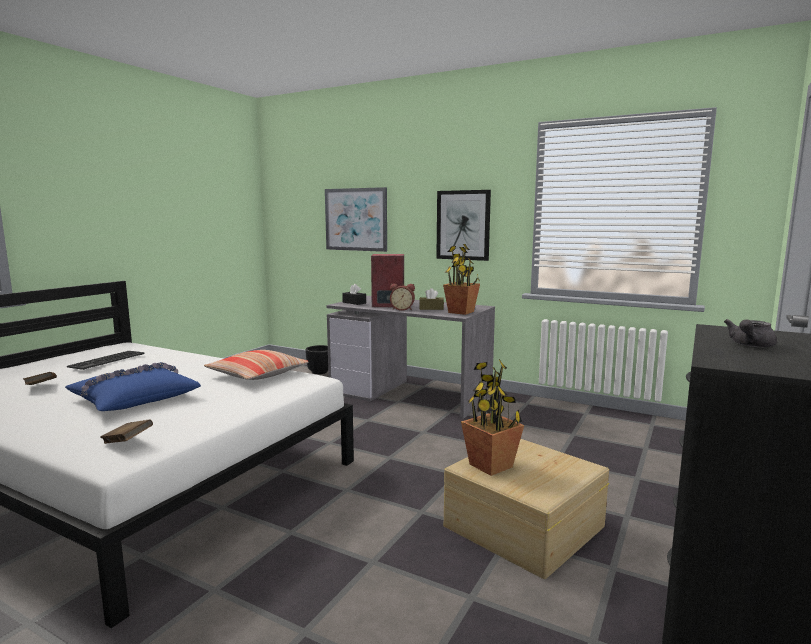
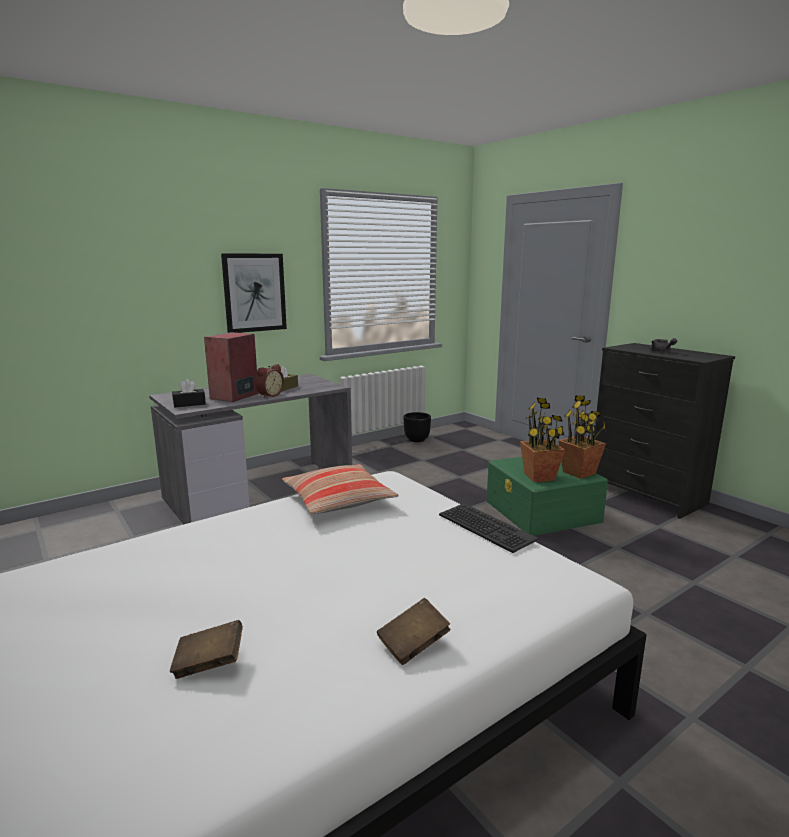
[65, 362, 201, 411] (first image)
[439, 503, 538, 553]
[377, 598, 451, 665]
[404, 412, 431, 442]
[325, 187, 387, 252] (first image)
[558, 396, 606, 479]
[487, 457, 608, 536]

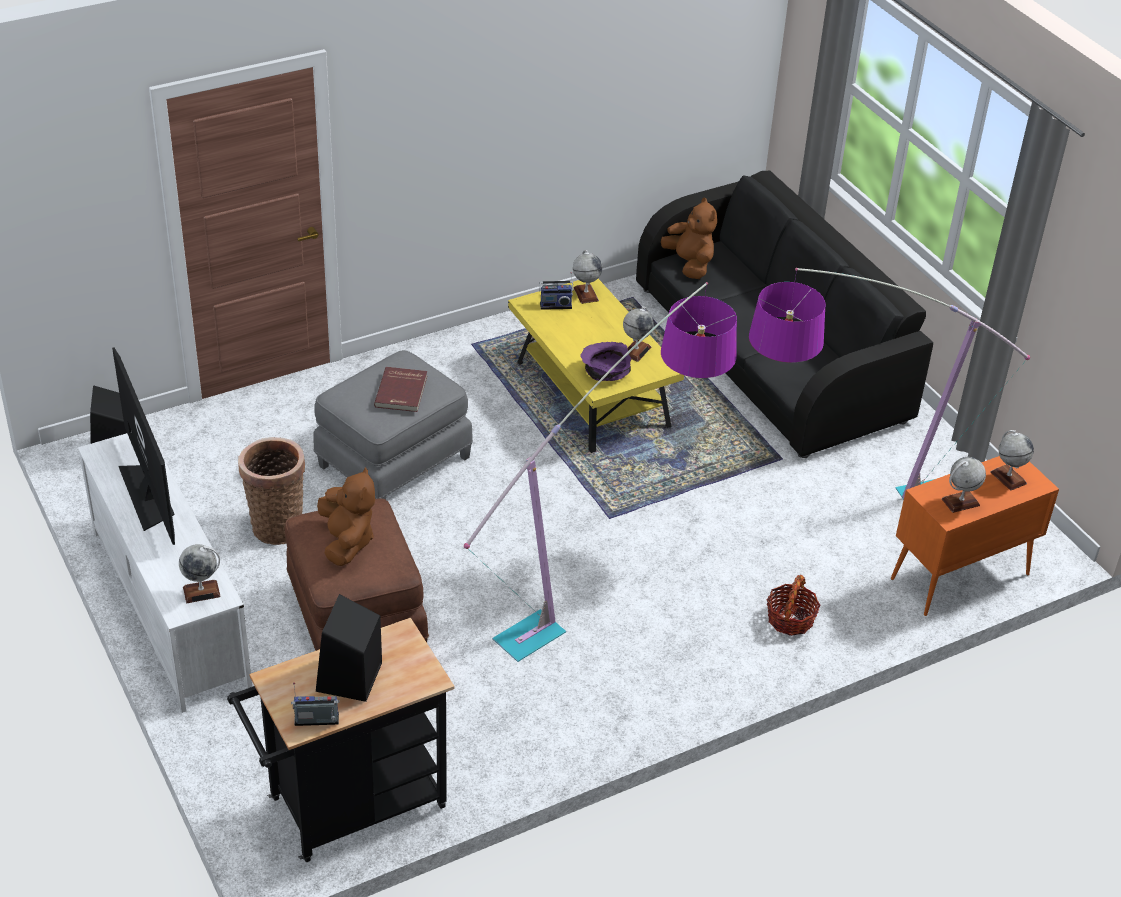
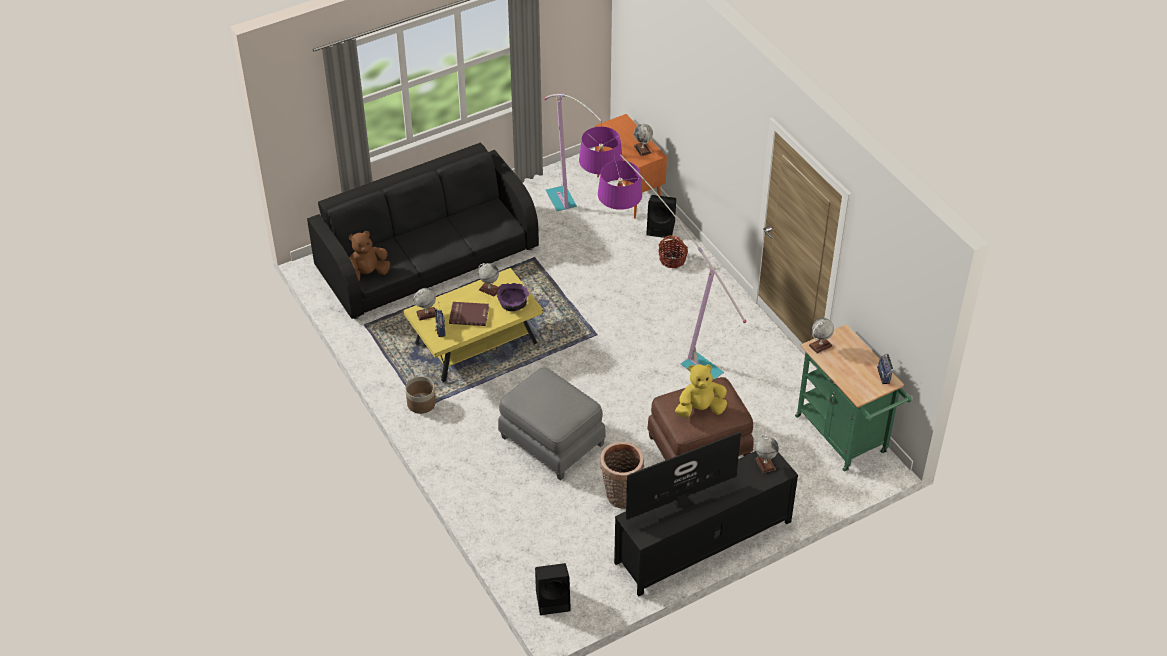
[614, 451, 798, 597]
[795, 324, 912, 472]
[646, 195, 676, 238]
[675, 364, 727, 417]
[449, 302, 489, 326]
[808, 318, 834, 354]
[405, 377, 436, 414]

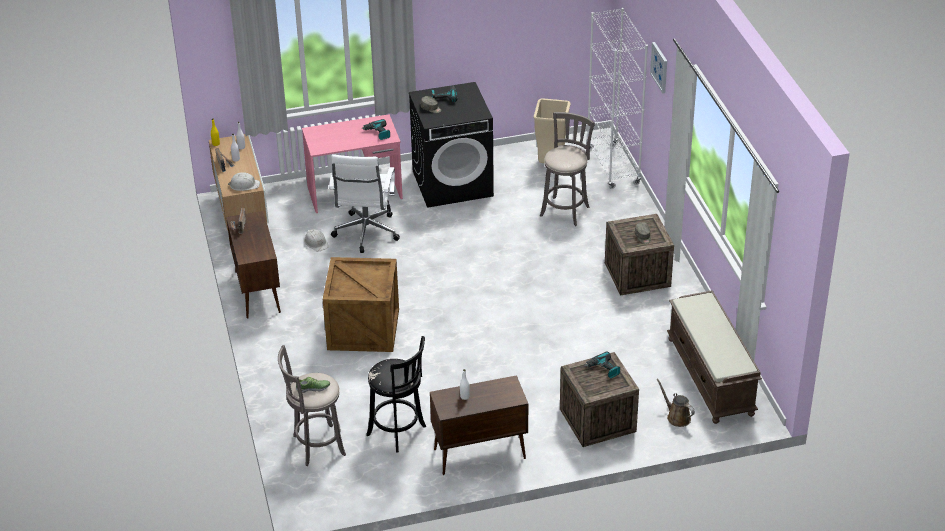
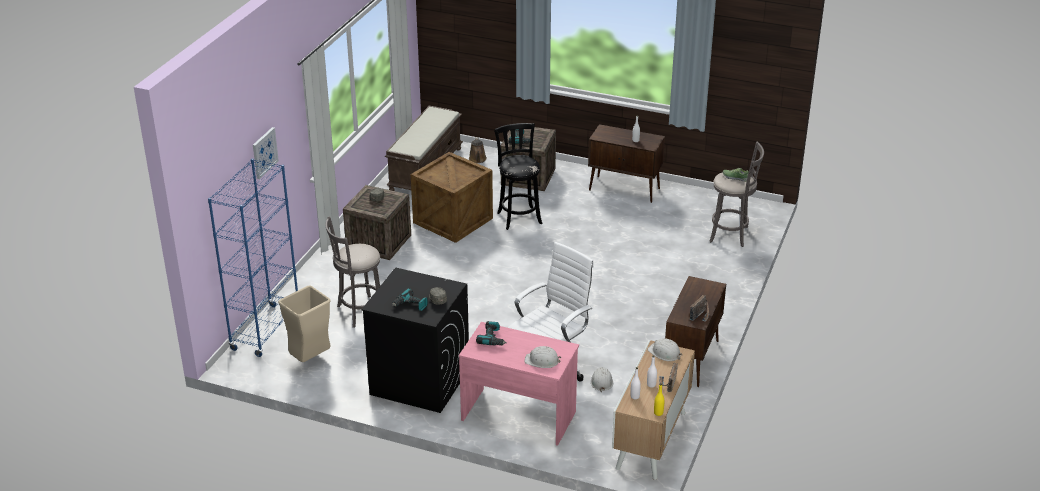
[411, 152, 493, 243]
[494, 123, 542, 230]
[208, 158, 298, 357]
[525, 346, 561, 368]

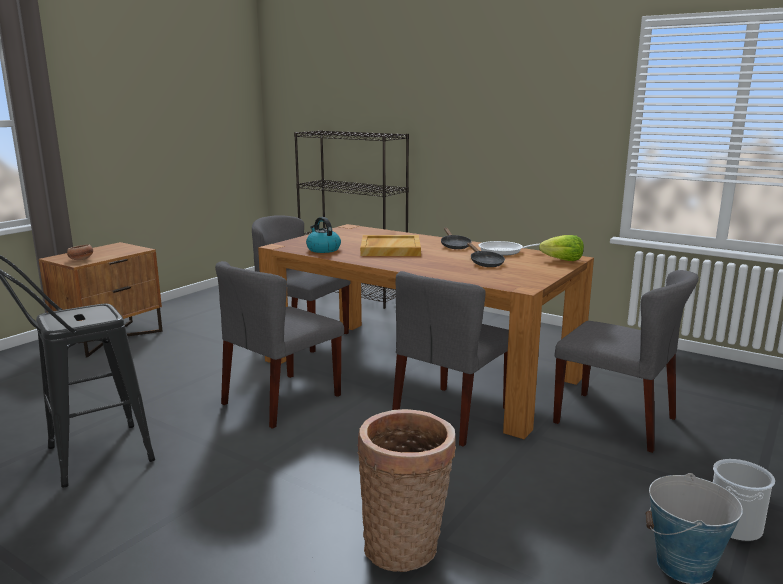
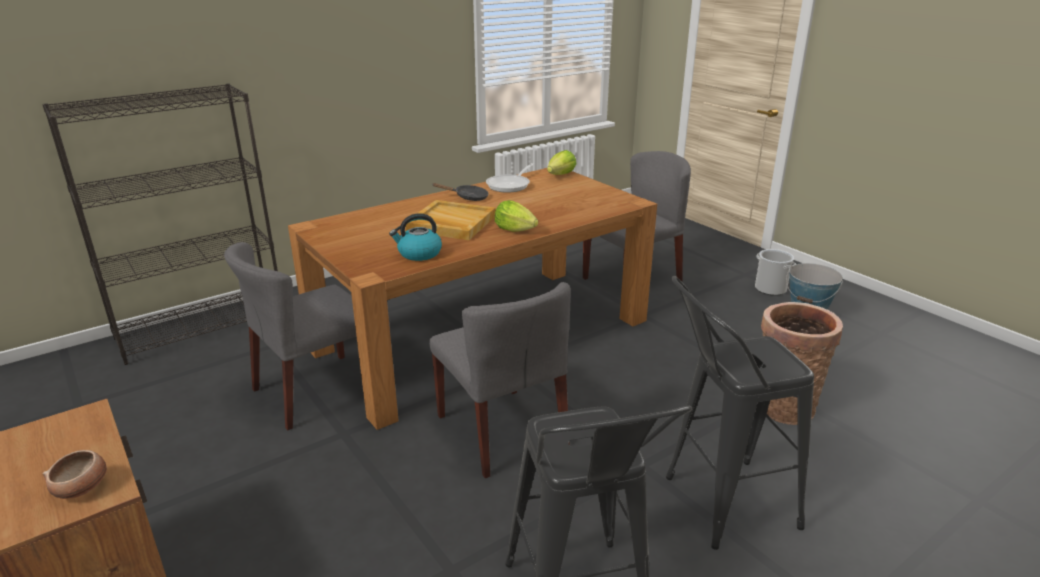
[392, 271, 509, 447] (first image)
[467, 242, 505, 267] (first image)
[495, 200, 538, 232]
[666, 276, 814, 550]

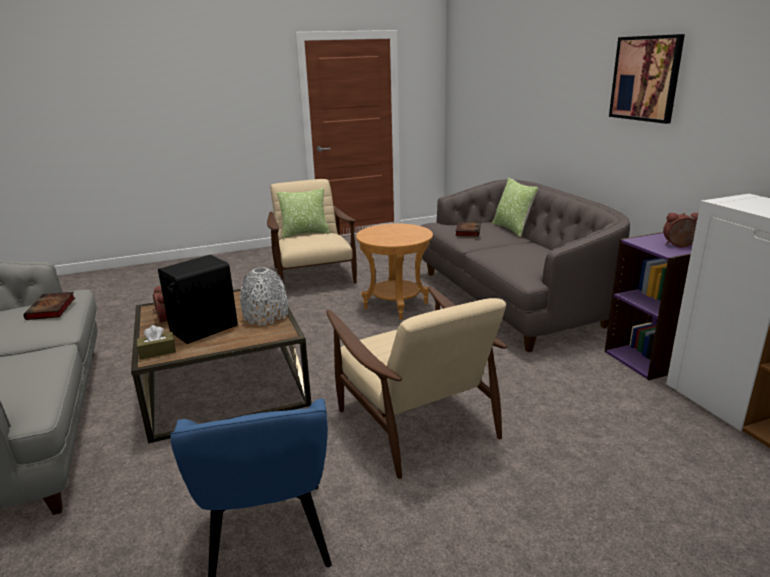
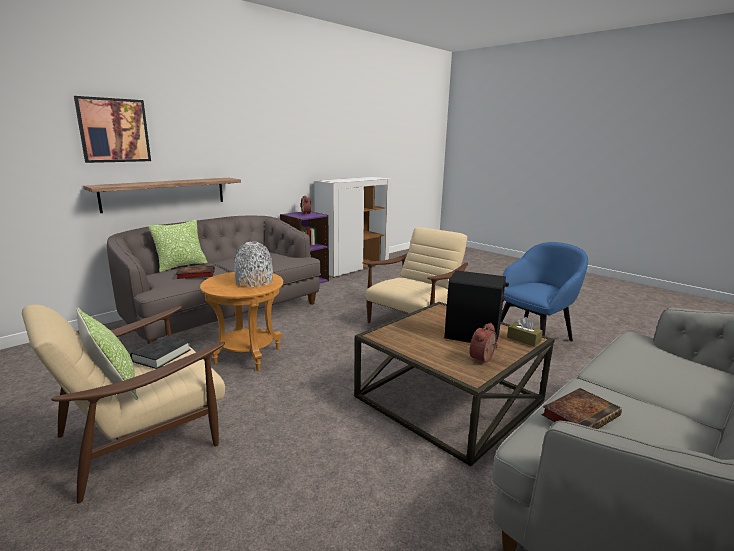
[234, 242, 273, 287]
[74, 96, 151, 163]
[83, 178, 241, 213]
[130, 335, 191, 369]

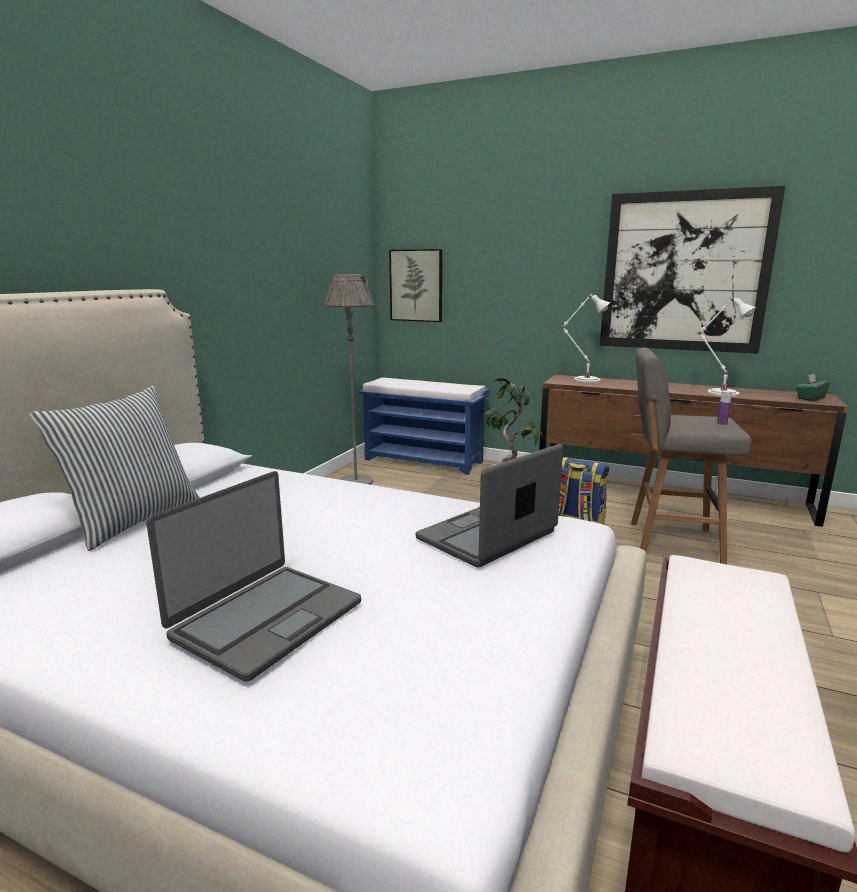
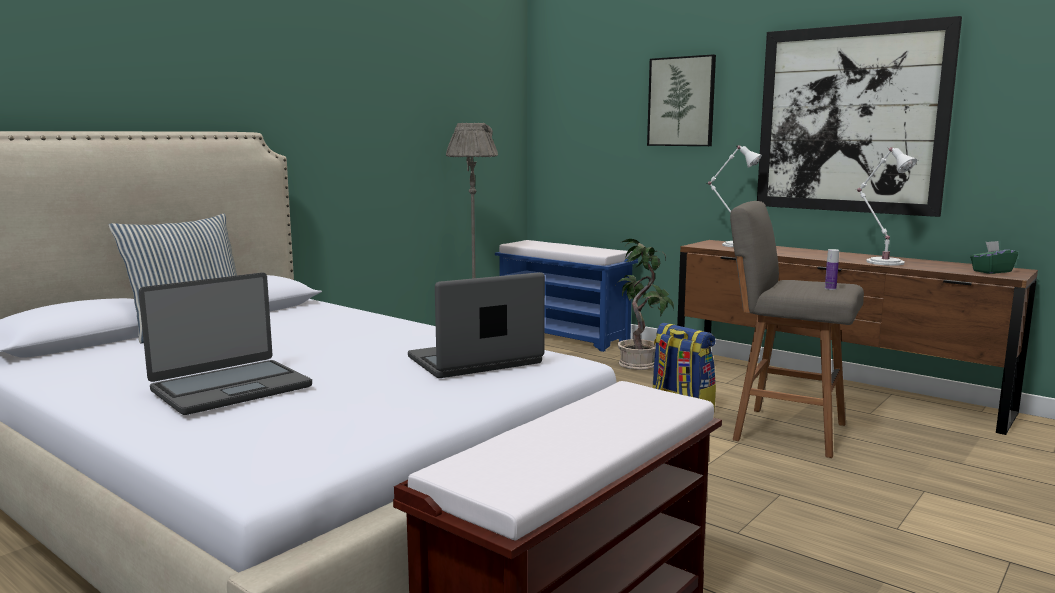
[647, 54, 716, 146]

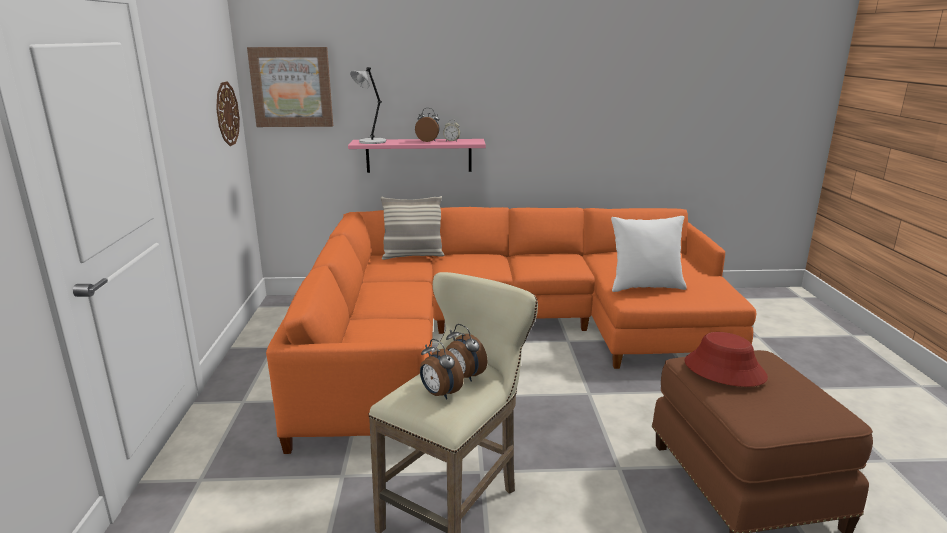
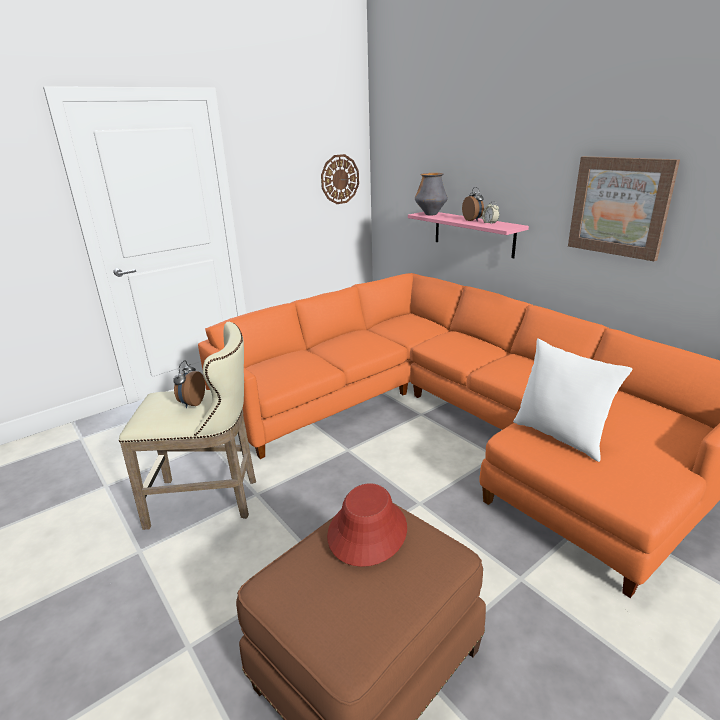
[568, 156, 680, 261]
[415, 173, 448, 215]
[381, 196, 445, 260] (first image)
[420, 339, 464, 400] (first image)

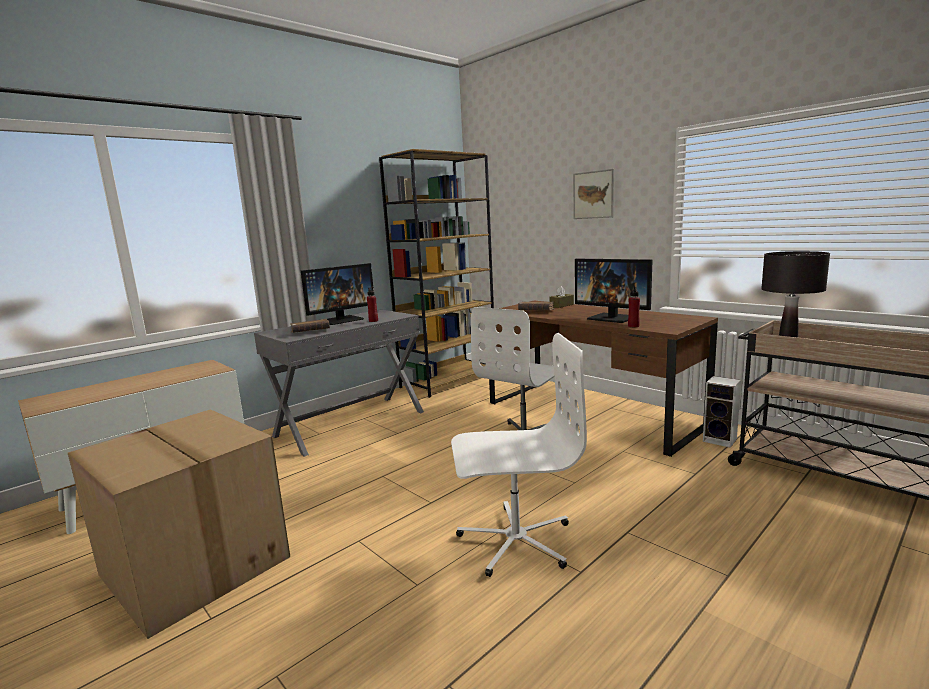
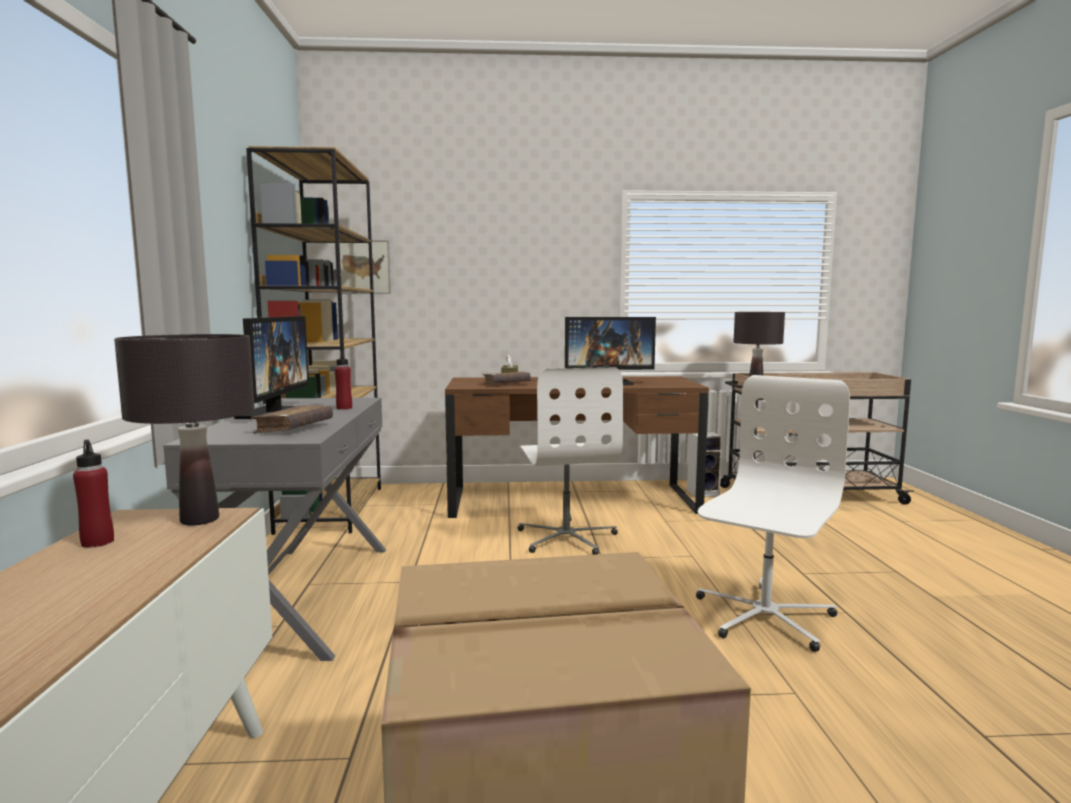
[335, 240, 391, 294]
[73, 440, 114, 548]
[114, 334, 255, 525]

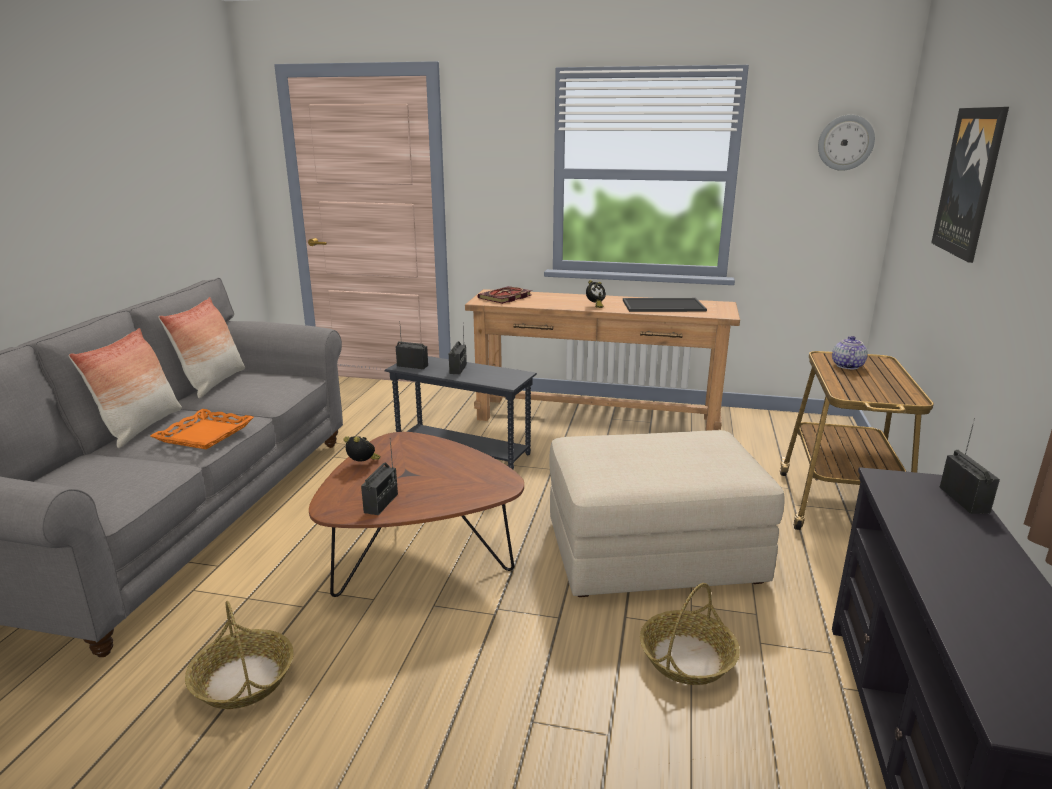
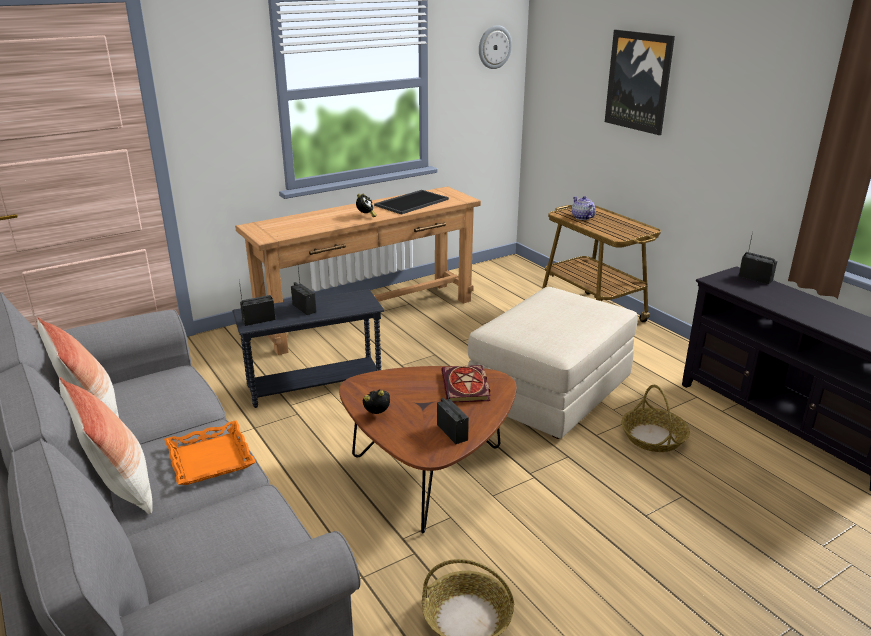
[441, 365, 491, 402]

